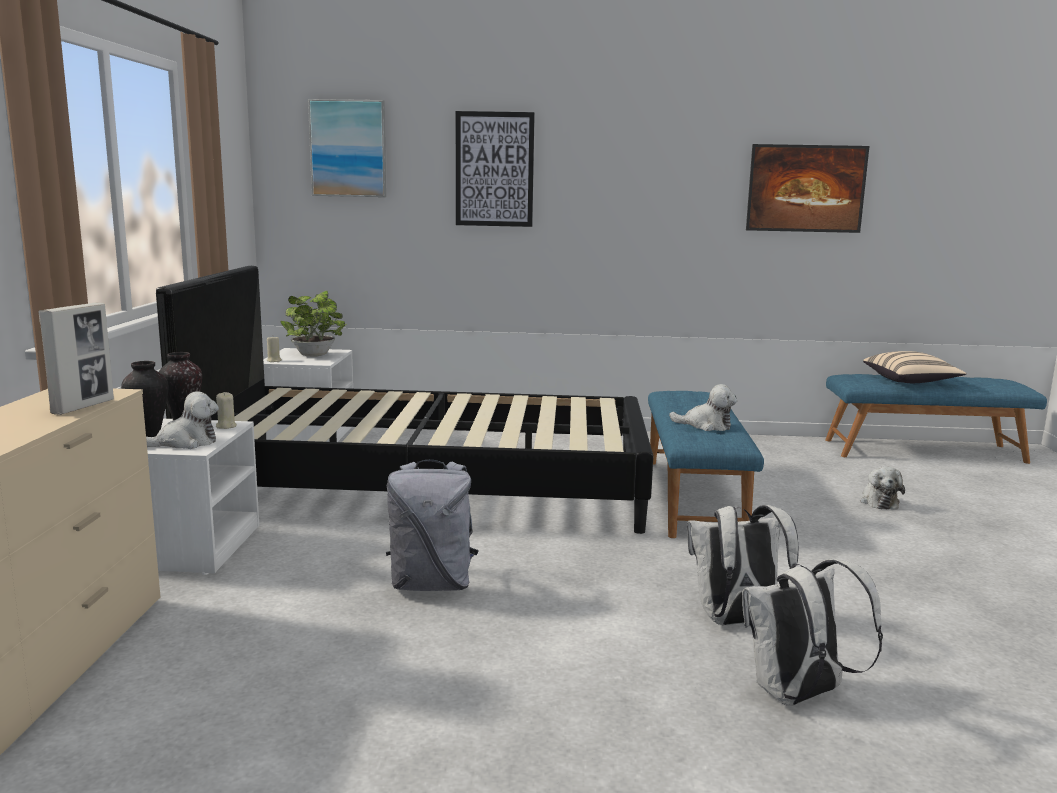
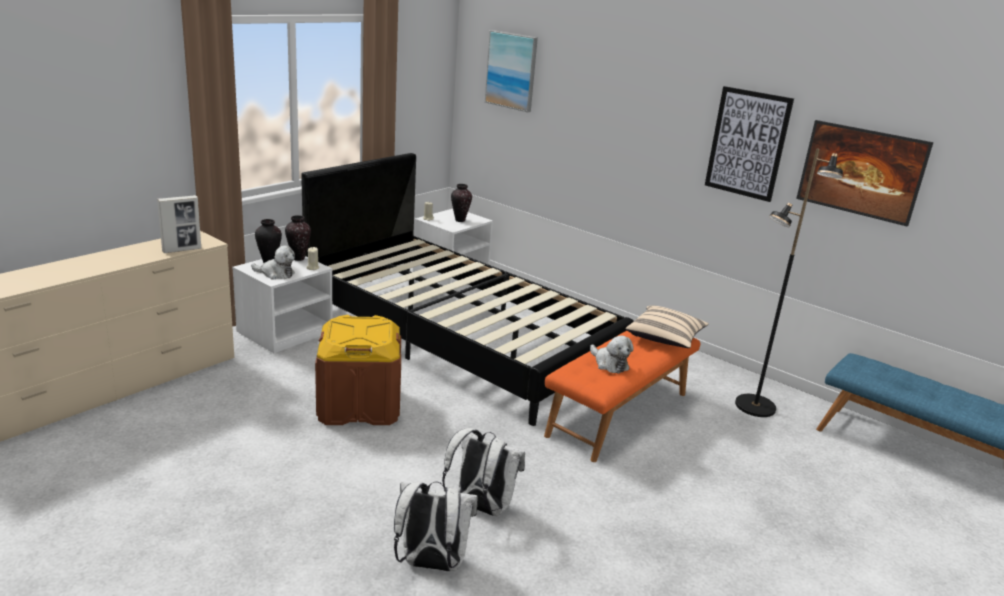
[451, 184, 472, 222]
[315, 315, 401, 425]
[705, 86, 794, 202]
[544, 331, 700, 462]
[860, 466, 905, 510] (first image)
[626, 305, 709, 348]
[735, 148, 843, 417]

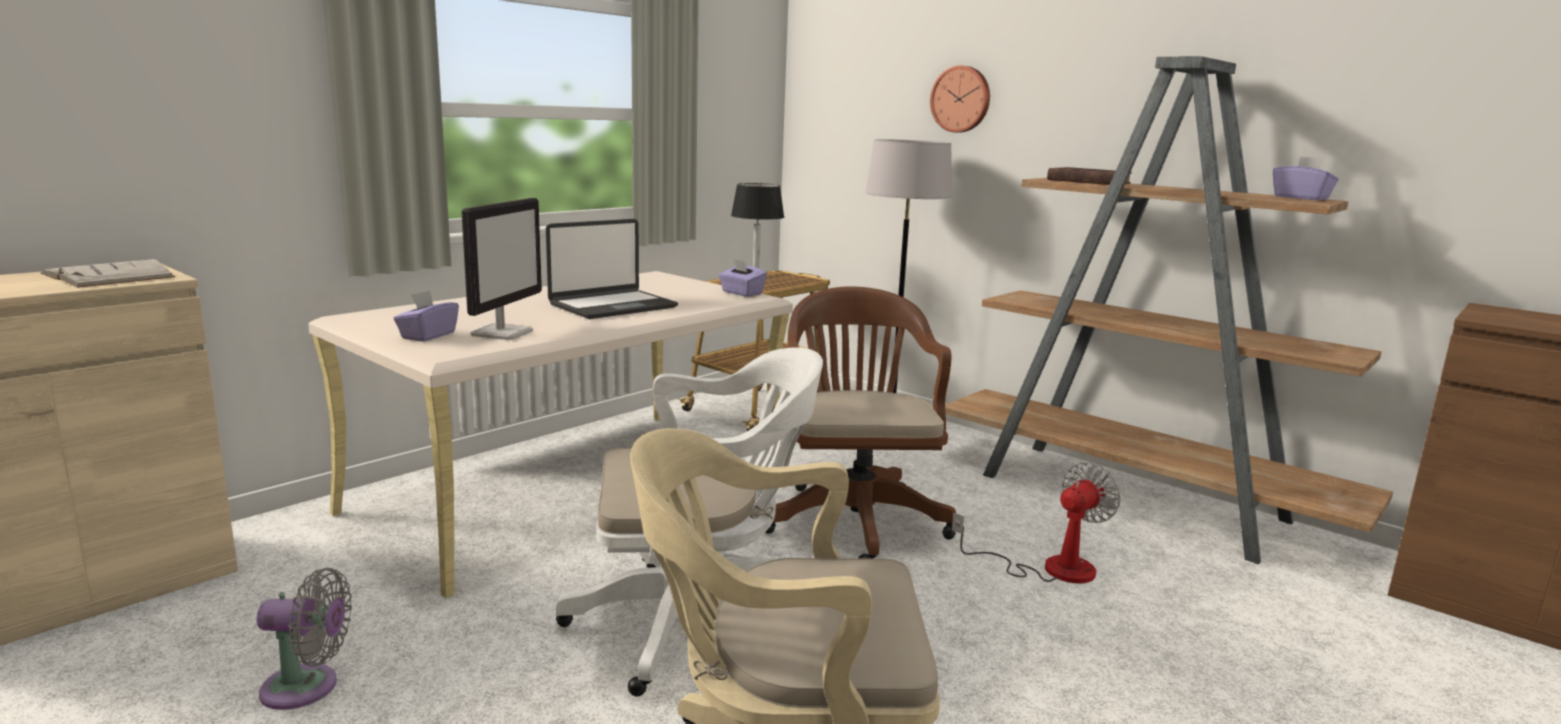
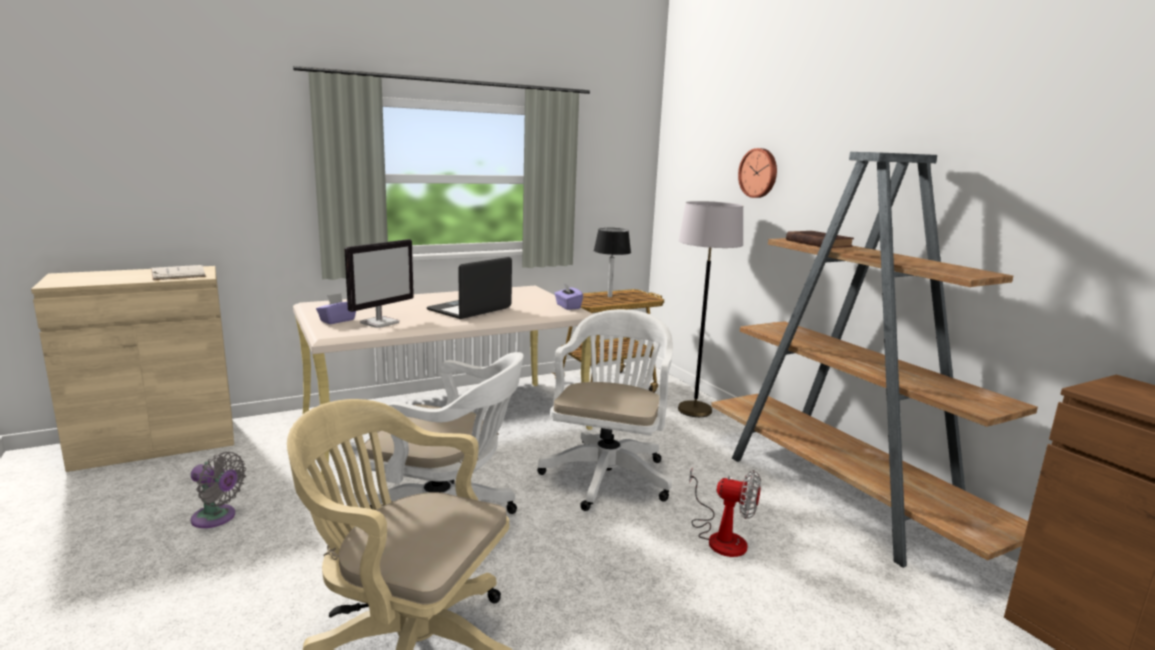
[427, 257, 512, 319]
[537, 309, 673, 511]
[689, 467, 761, 557]
[1273, 156, 1339, 200] (first image)

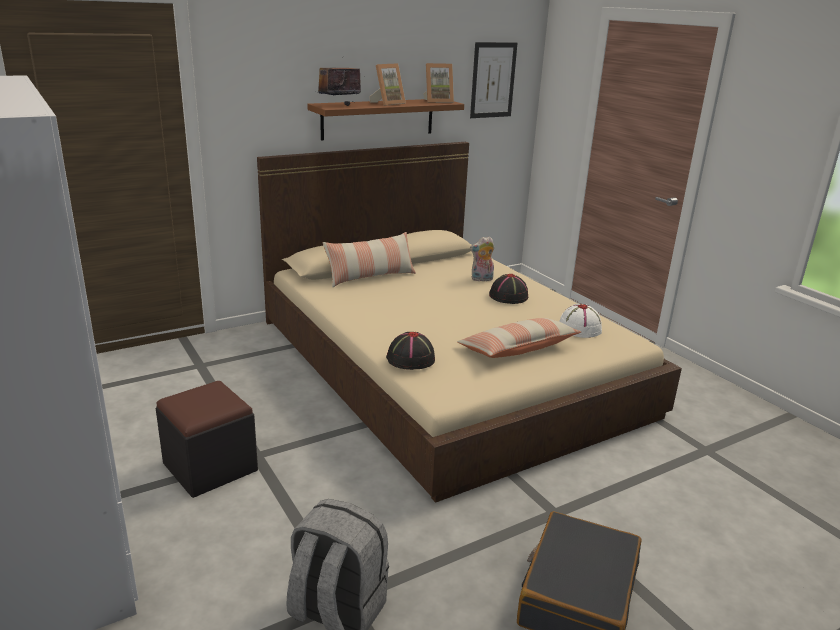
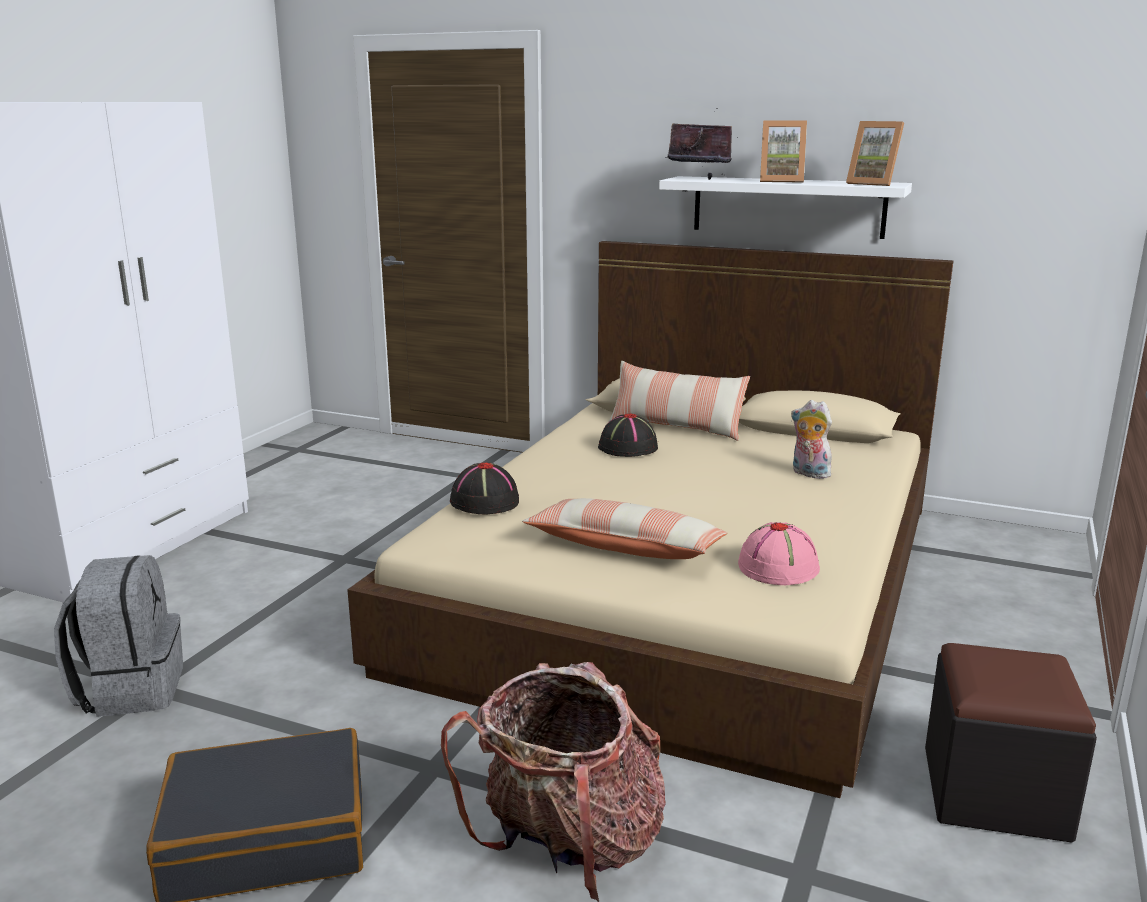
[925, 643, 1097, 843]
[659, 176, 912, 239]
[470, 42, 517, 118] (first image)
[598, 413, 658, 457]
[738, 522, 820, 585]
[441, 662, 666, 902]

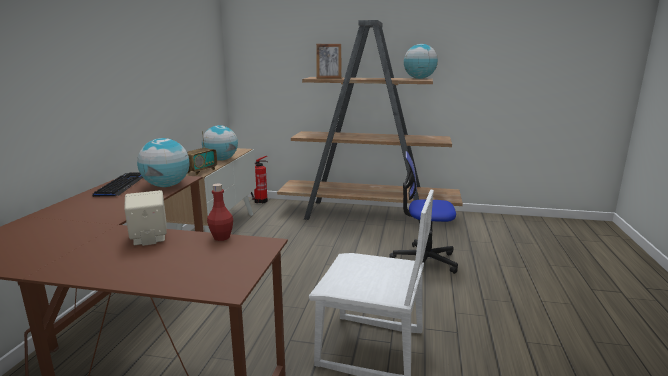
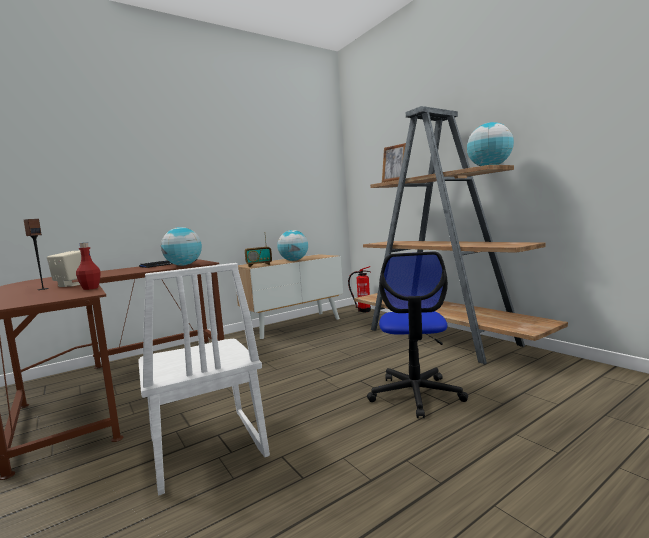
[367, 251, 468, 418]
[24, 219, 49, 290]

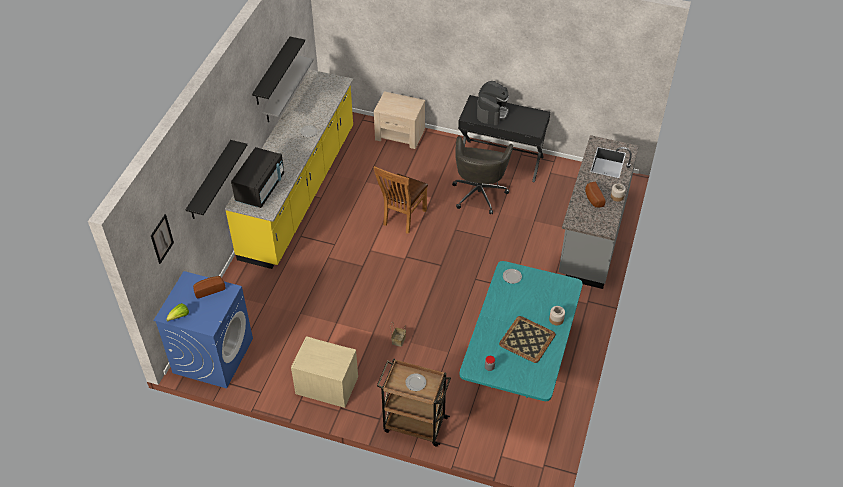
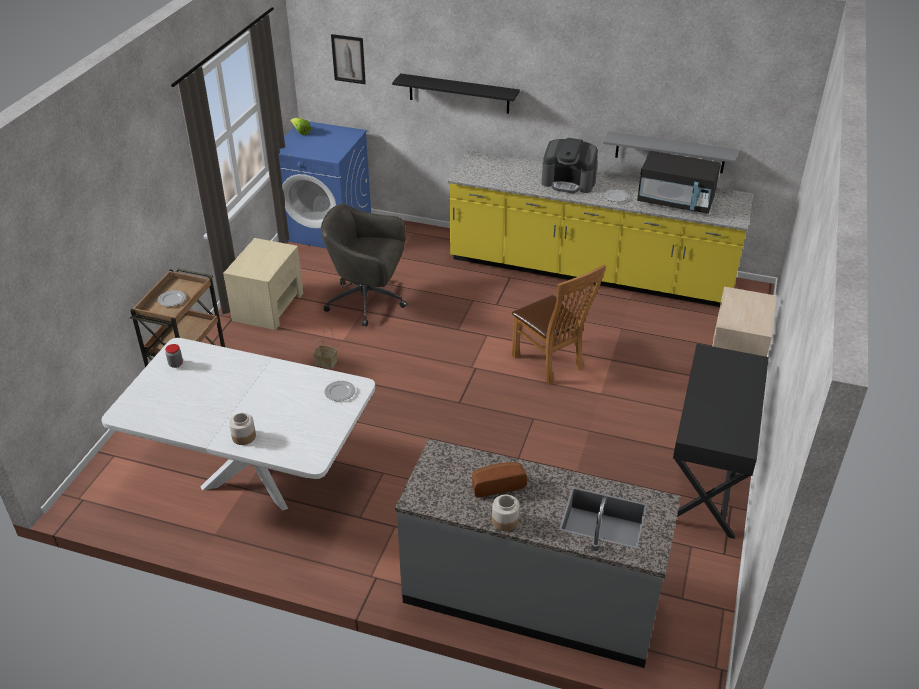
[193, 276, 226, 299] (first image)
[637, 151, 721, 214]
[252, 37, 305, 105] (first image)
[512, 265, 606, 385]
[321, 204, 407, 327]
[102, 338, 376, 511]
[541, 138, 598, 193]
[499, 316, 556, 363] (first image)

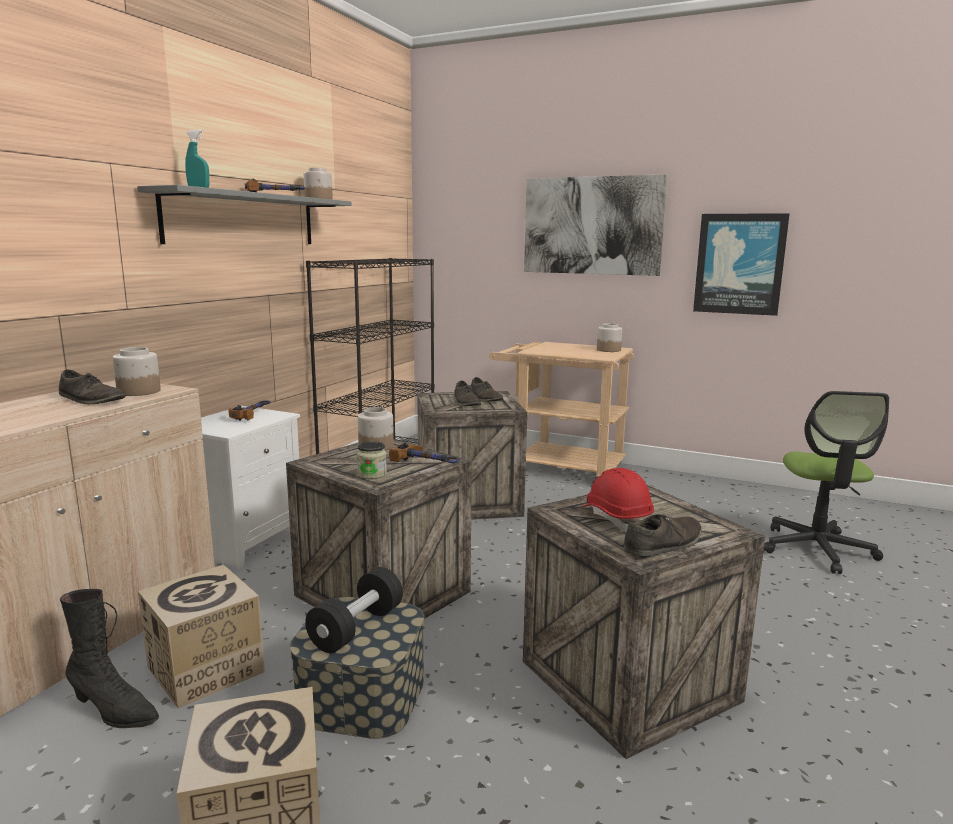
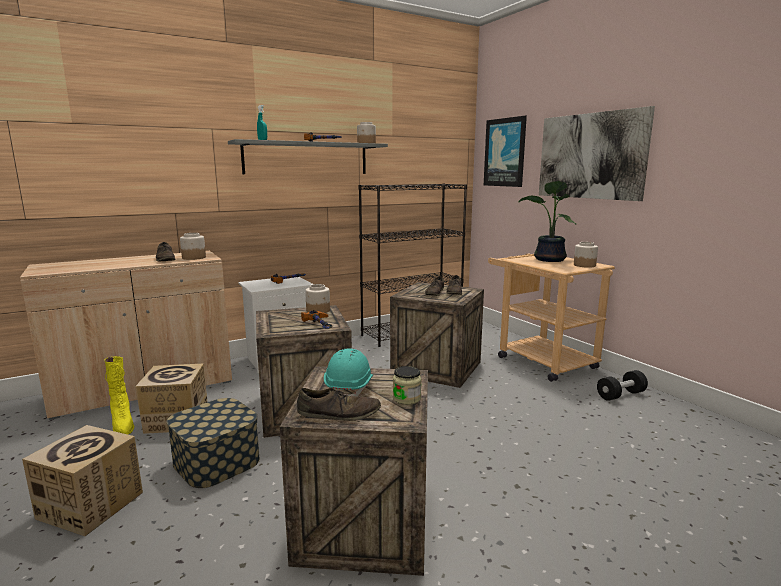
[104, 356, 134, 434]
[597, 370, 648, 401]
[393, 366, 421, 405]
[324, 349, 373, 397]
[484, 116, 527, 187]
[764, 391, 889, 574] (first image)
[518, 181, 577, 262]

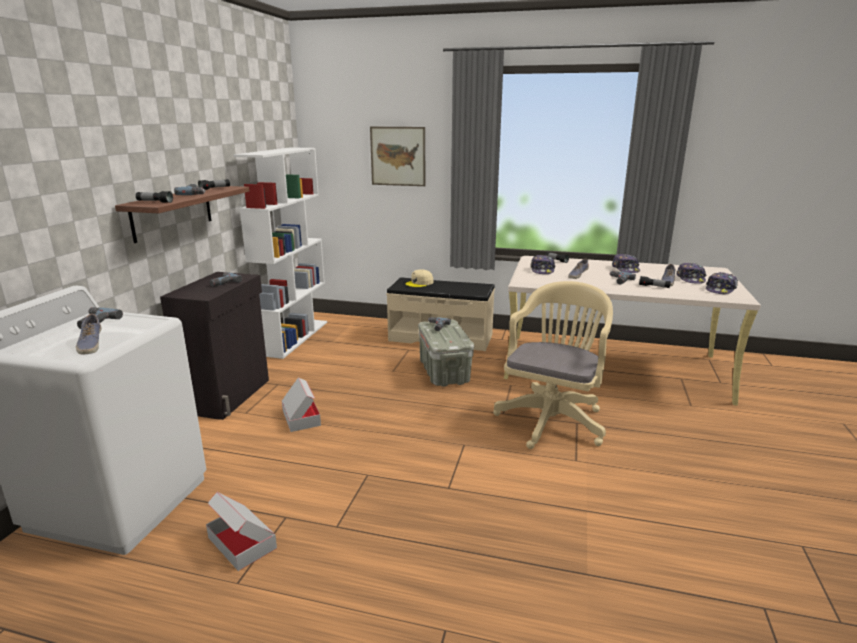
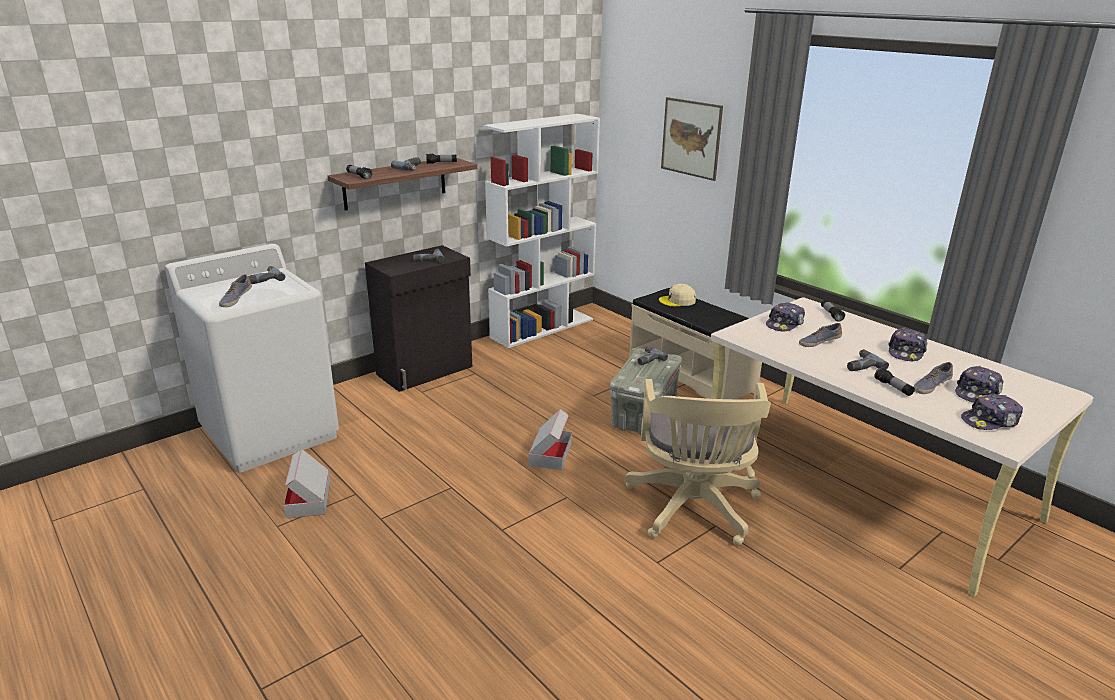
[528, 409, 572, 470]
[625, 379, 771, 546]

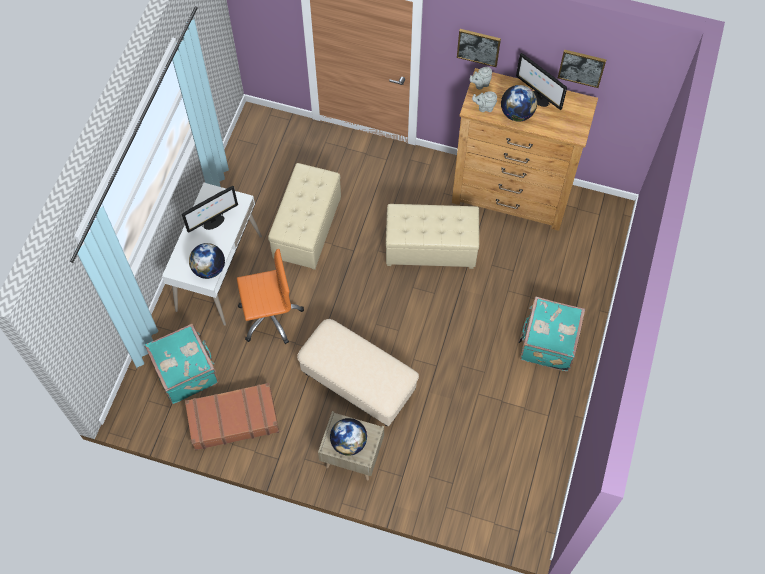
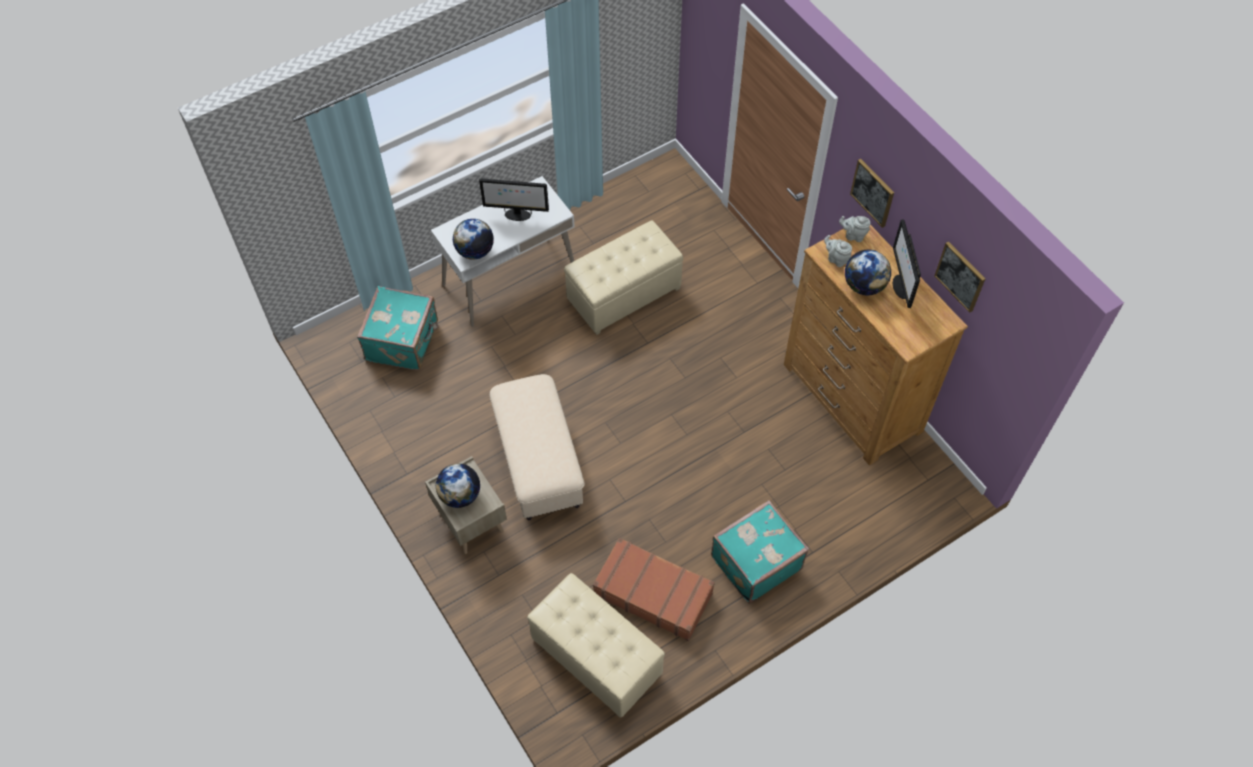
[593, 538, 715, 641]
[237, 249, 304, 344] (first image)
[527, 573, 665, 718]

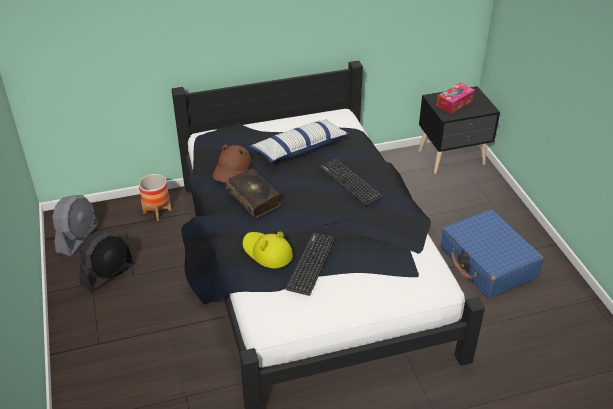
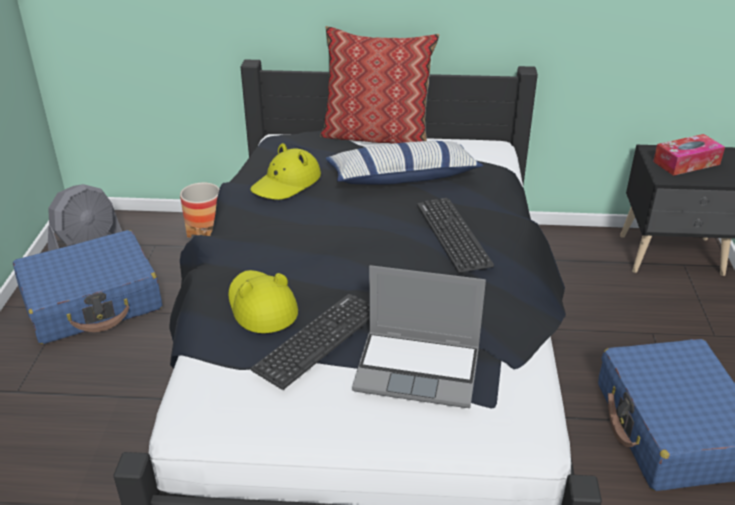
[13, 230, 162, 344]
[251, 143, 321, 200]
[225, 168, 282, 218] (first image)
[320, 26, 440, 144]
[352, 265, 486, 408]

